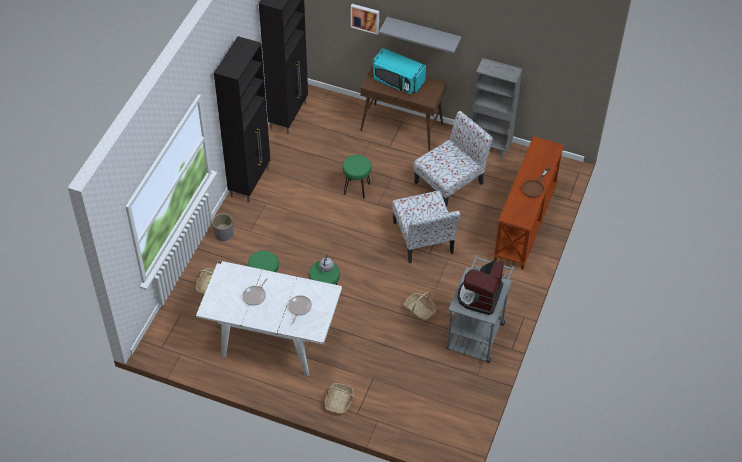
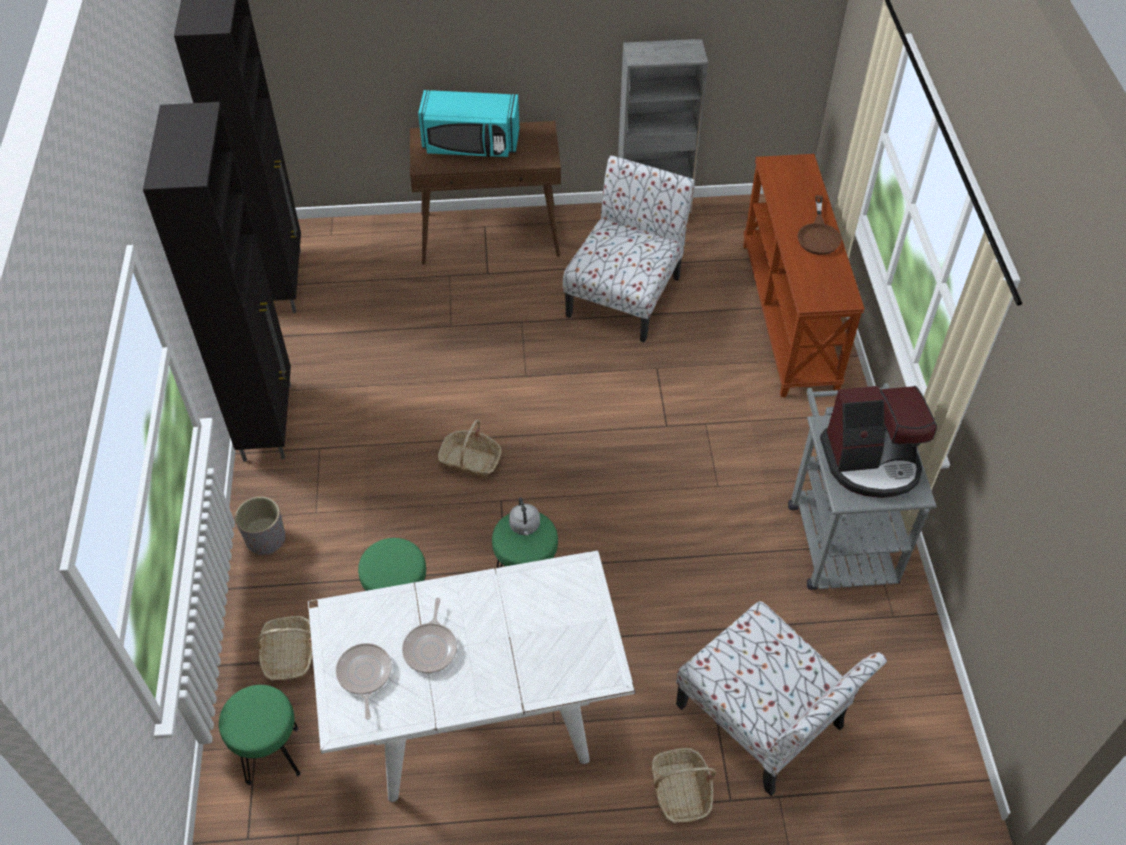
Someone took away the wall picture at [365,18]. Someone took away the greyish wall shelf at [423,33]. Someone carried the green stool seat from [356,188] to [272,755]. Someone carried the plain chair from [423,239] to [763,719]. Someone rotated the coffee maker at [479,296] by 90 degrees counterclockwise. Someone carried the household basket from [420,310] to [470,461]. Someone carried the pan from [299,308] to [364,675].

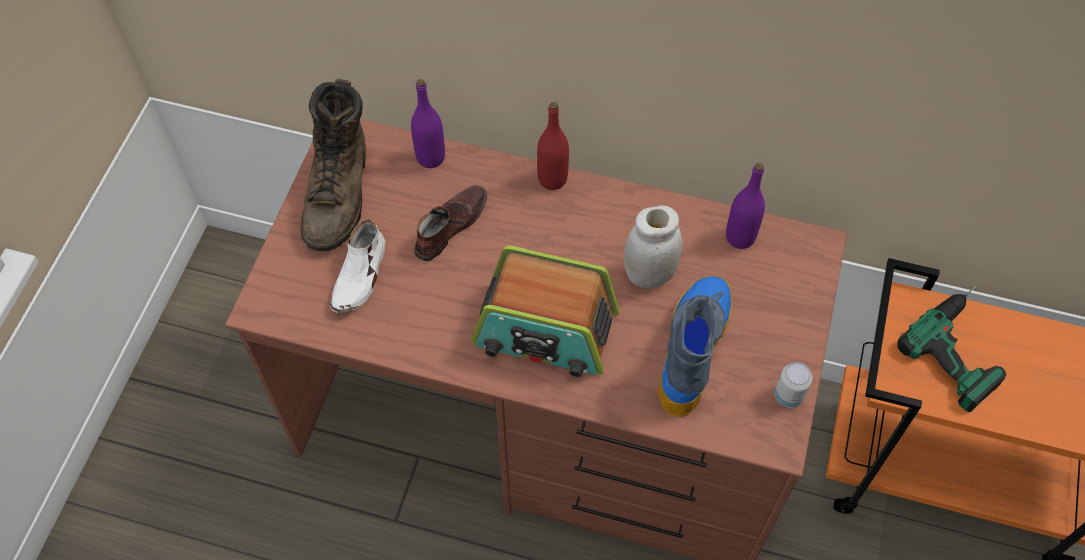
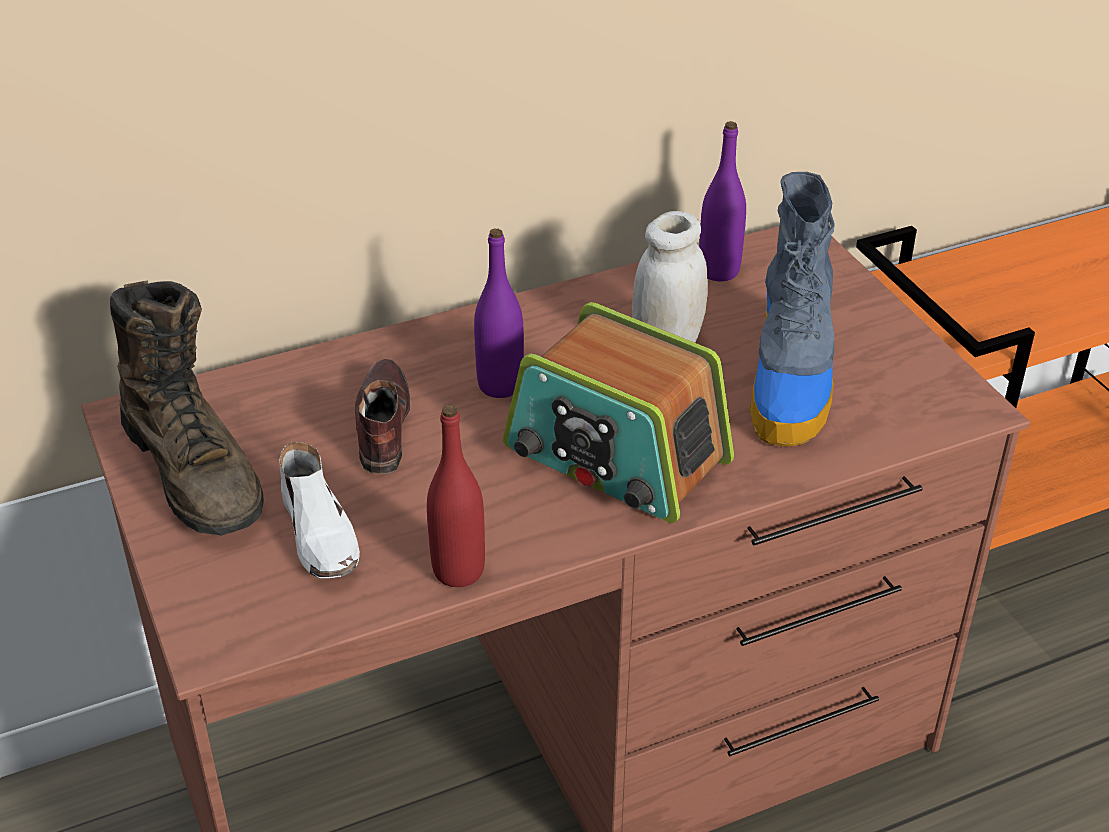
Someone carried the purplish bottle from [430,157] to [500,385]. Someone carried the reddish bottle from [552,179] to [458,570]. Someone rotated the radio set at [545,330] by 60 degrees clockwise. Someone rotated the boot at [692,347] by 150 degrees counterclockwise. Someone took away the electric drill at [965,346]. Someone took away the can at [788,395].

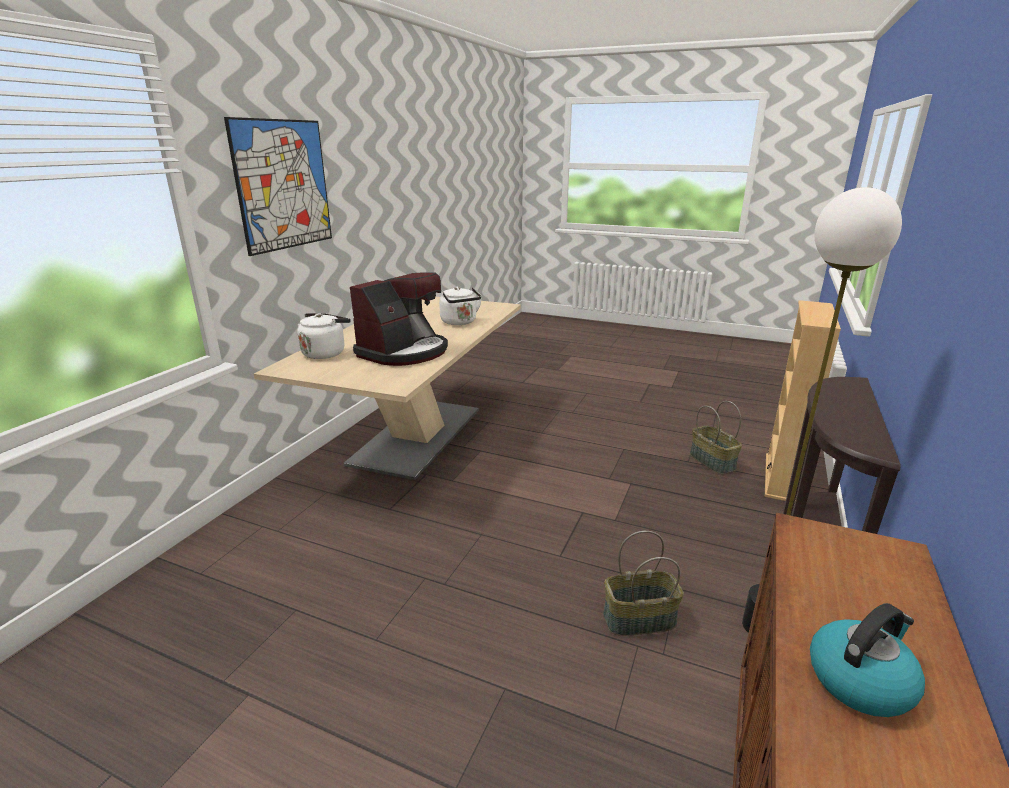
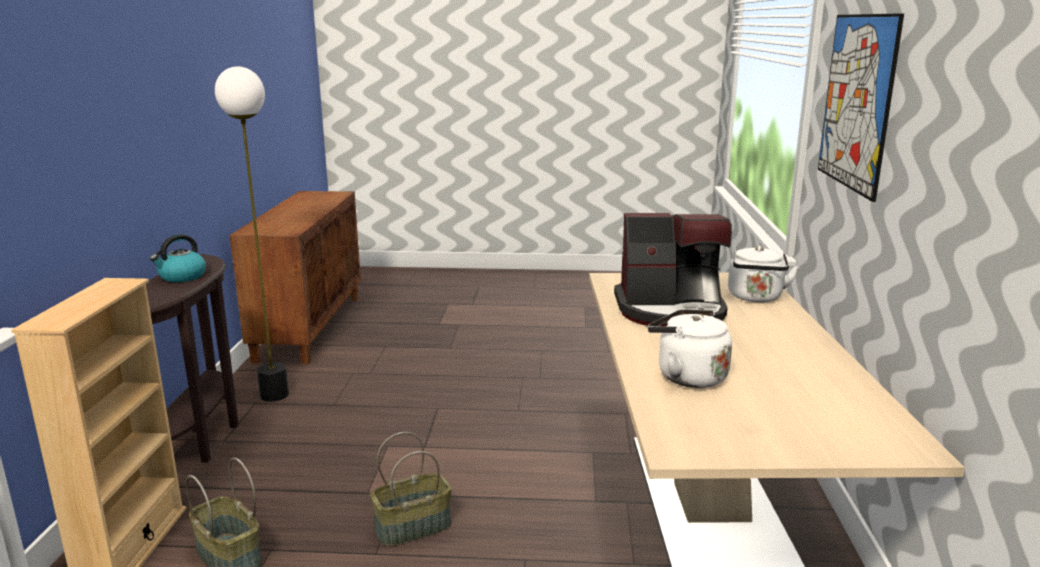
Someone rotated the coffee maker at [404,352] by 105 degrees counterclockwise. Someone carried the household basket from [639,620] to [413,527]. Someone carried the kettle from [859,680] to [182,277].

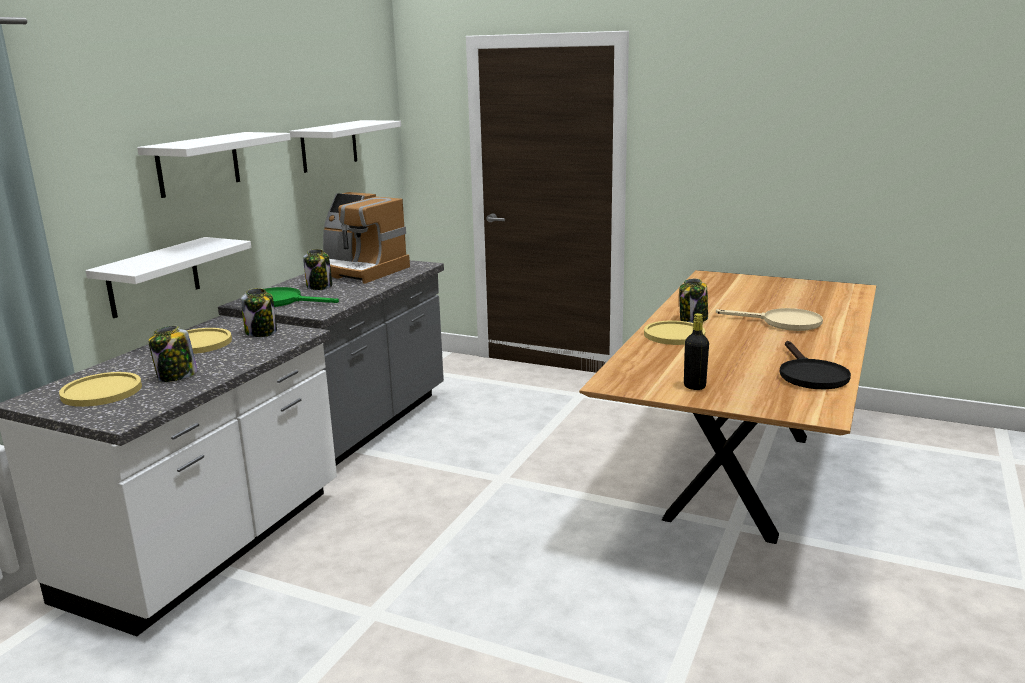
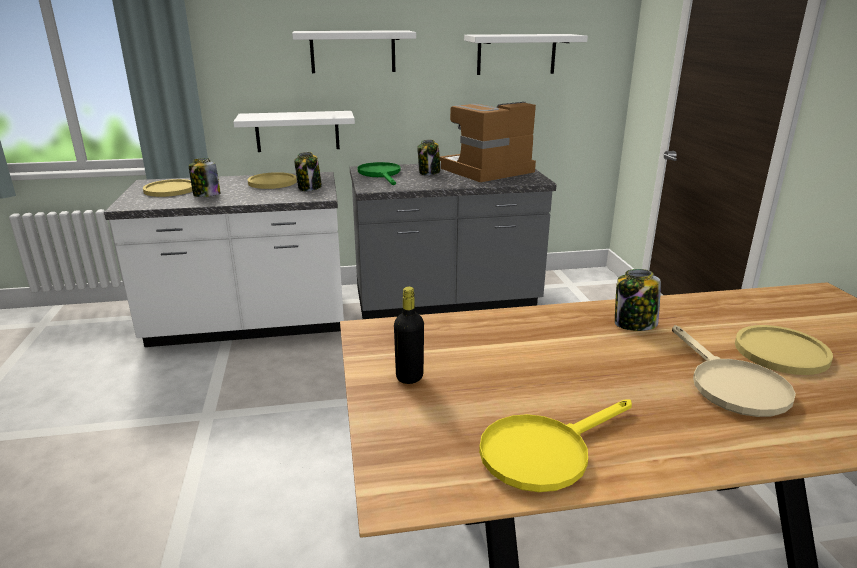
Someone rotated the coffee maker at [360,270] by 60 degrees clockwise. Someone carried the yellowish plate from [674,334] to [781,351]. Someone repainted the black-coloured pan at [809,375], which became the yellowish pan at [544,451].

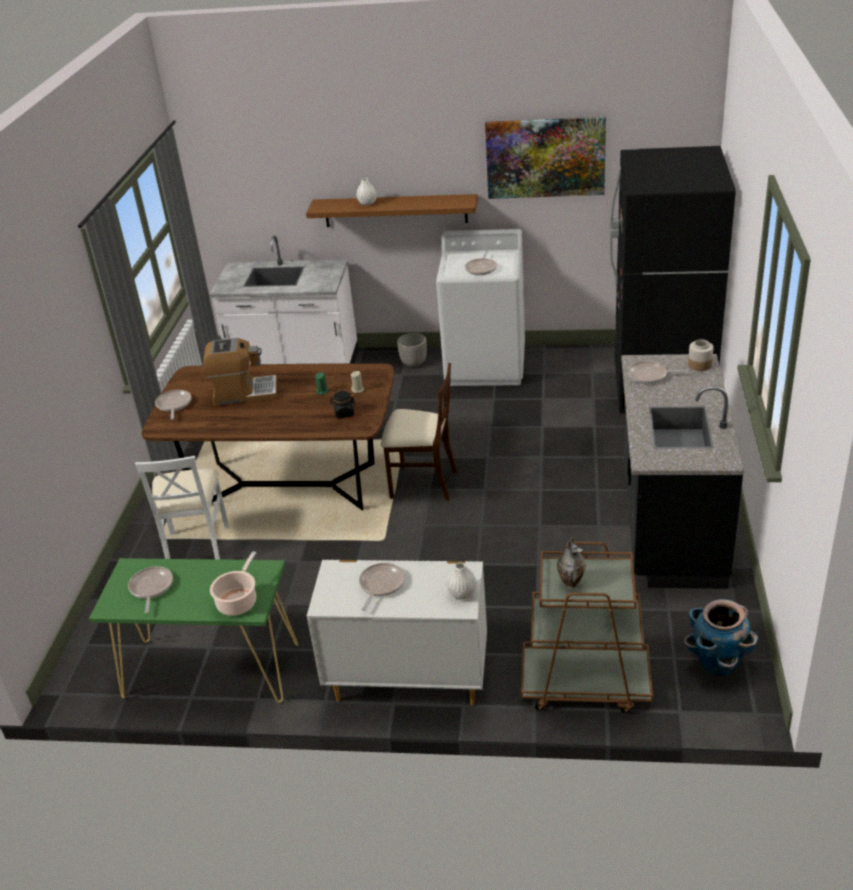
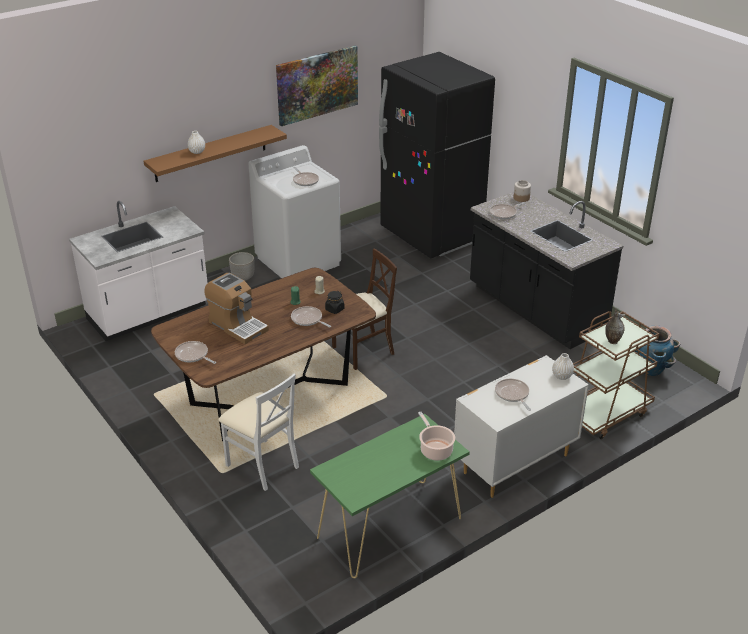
Someone rotated the coffee maker at [244,393] by 90 degrees clockwise. Someone carried the pan from [151,588] to [308,319].

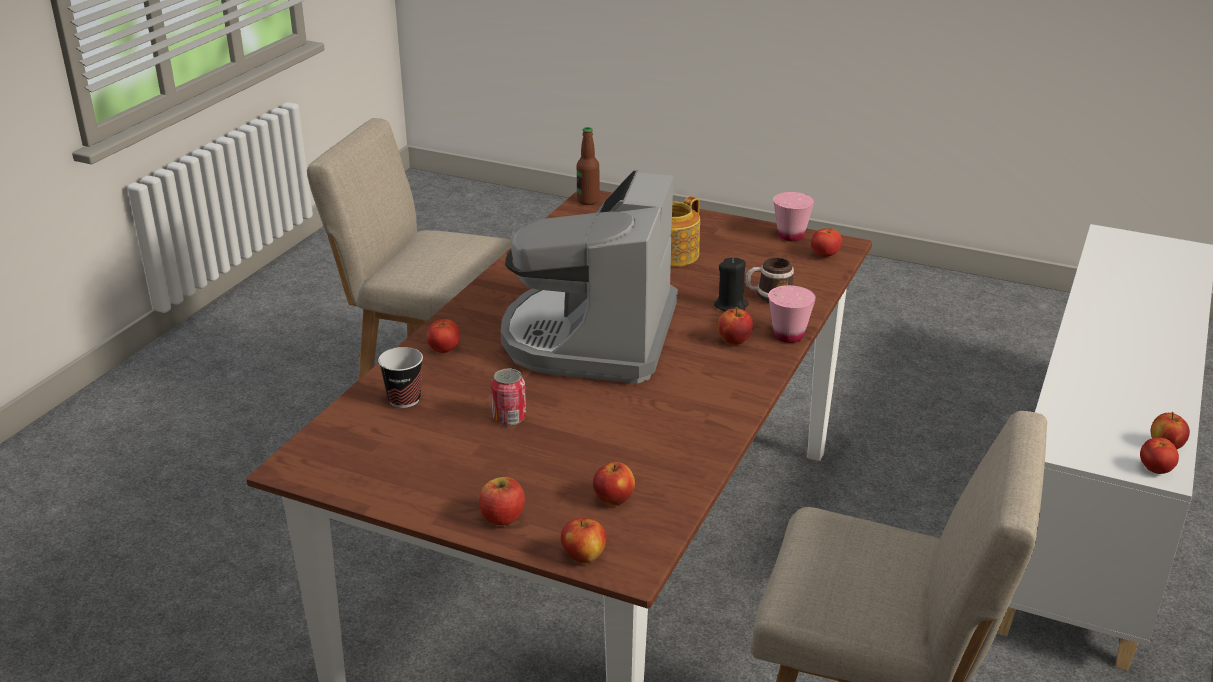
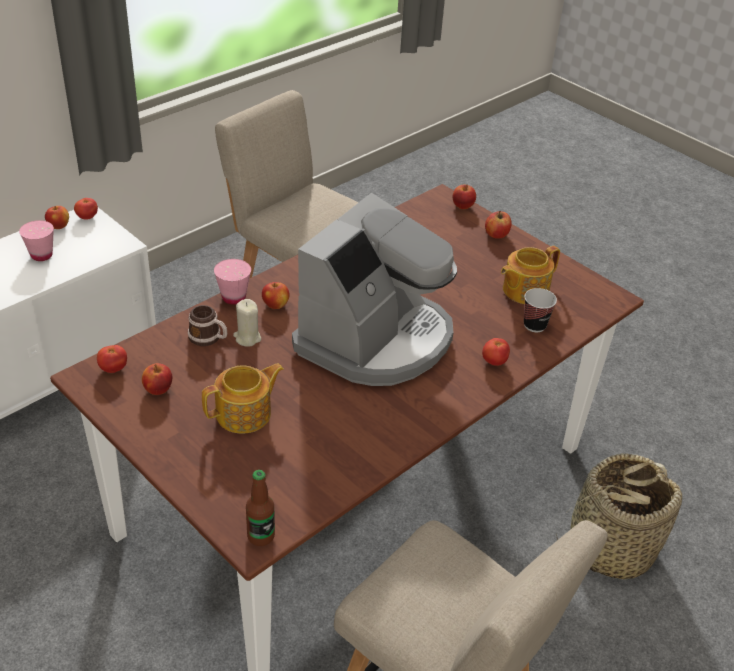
Someone carried the pink small cup from [790,236] to [41,255]. Someone repainted the black-coloured wax light at [731,305], which became the sand-coloured wax light at [247,338]. Someone took away the can at [509,418]. Someone carried the whole apple from [613,499] to [158,389]. Someone put down the teapot at [524,290]. Someone put down the household basket at [610,546].

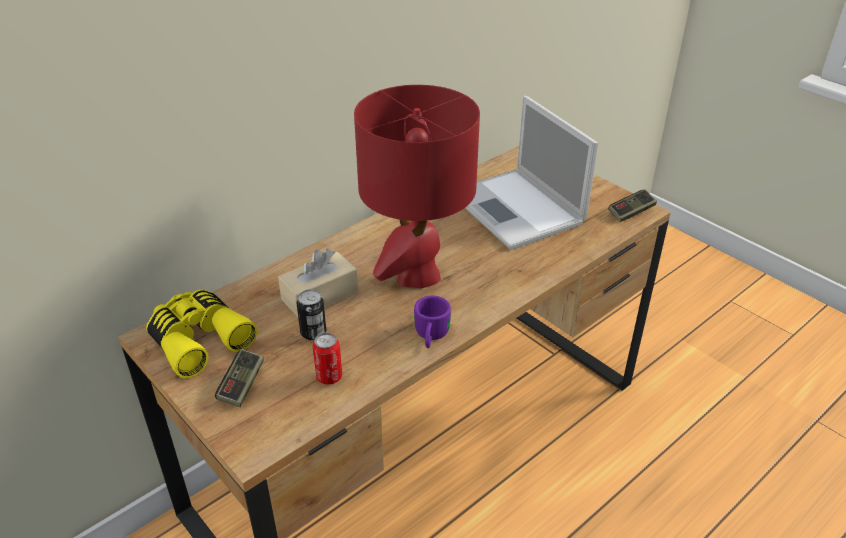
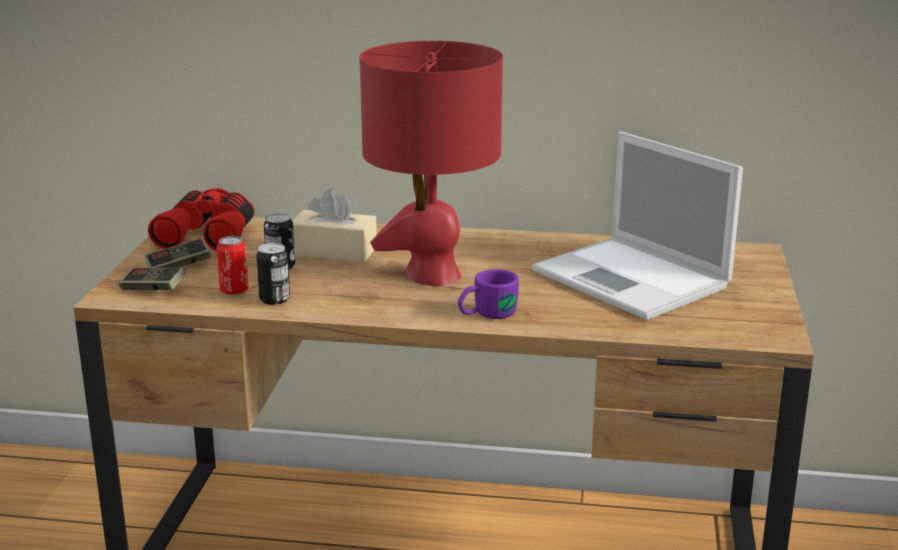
Someone rotated the portable computer at [517,210] by 60 degrees counterclockwise. Someone carried the gamepad from [631,212] to [153,289]. Someone repainted the yellowish pair of binoculars at [198,339], which became the reddish pair of binoculars at [209,234]. Someone carried the purplish coffee mug from [430,337] to [486,314]. Someone put down the can at [274,299].

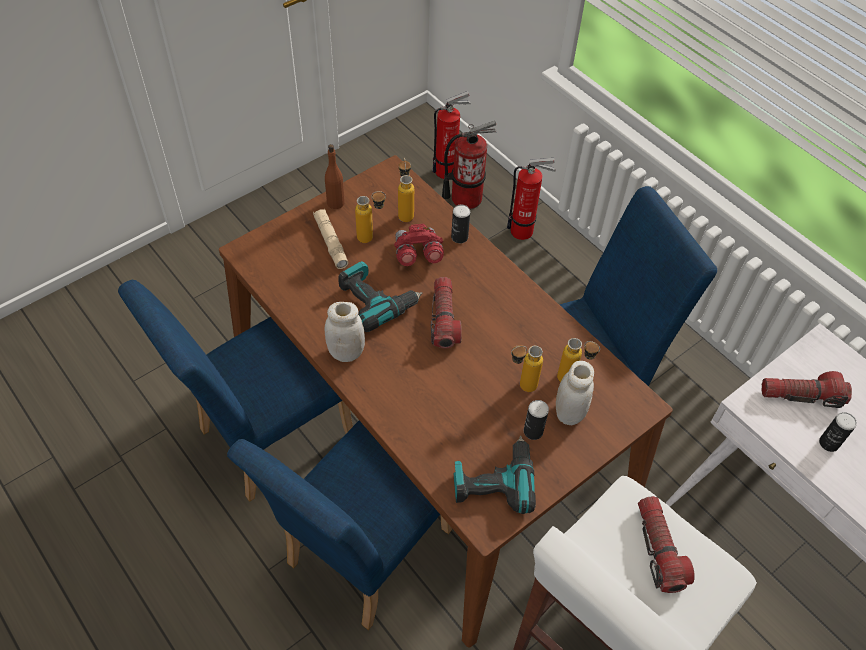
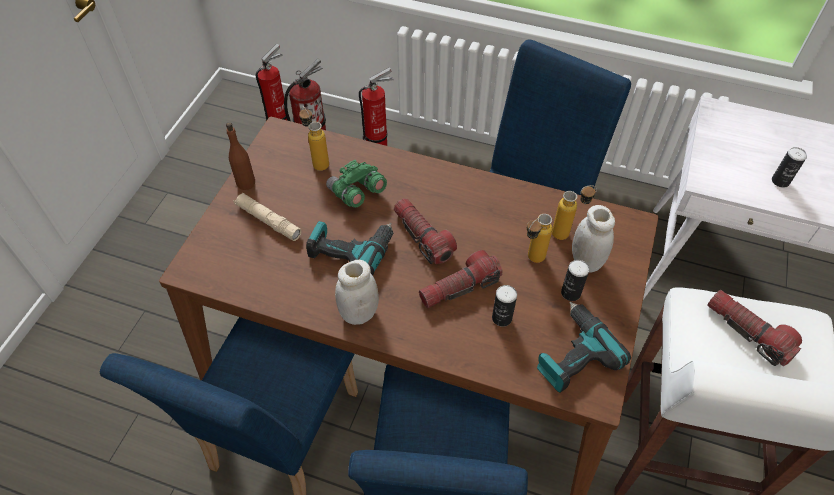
Someone took away the bottle at [371,237]. Someone carried the can from [459,237] to [502,318]. Someone repainted the reddish pair of binoculars at [417,254], which became the green pair of binoculars at [356,193]. Someone carried the flashlight from [801,395] to [459,287].

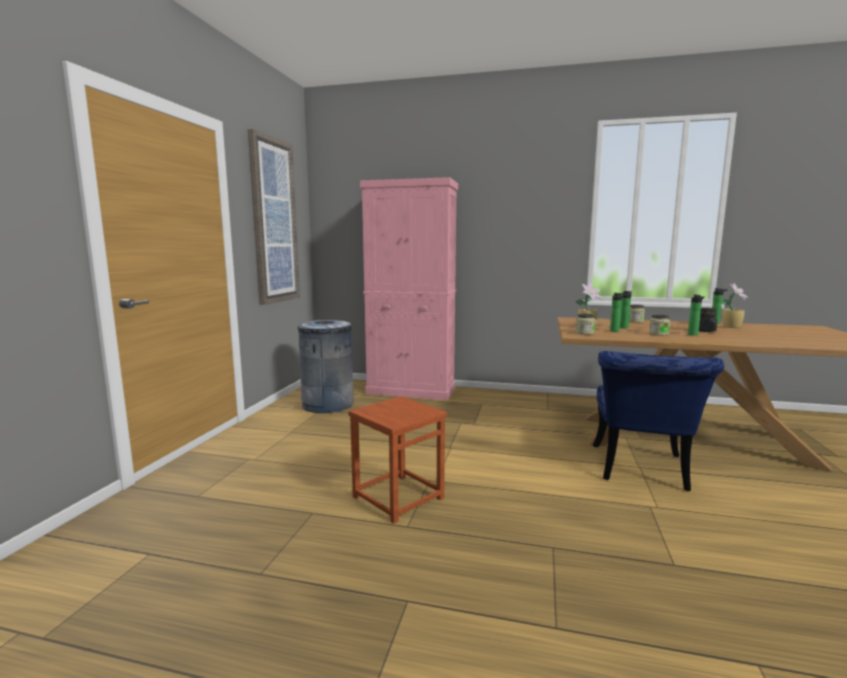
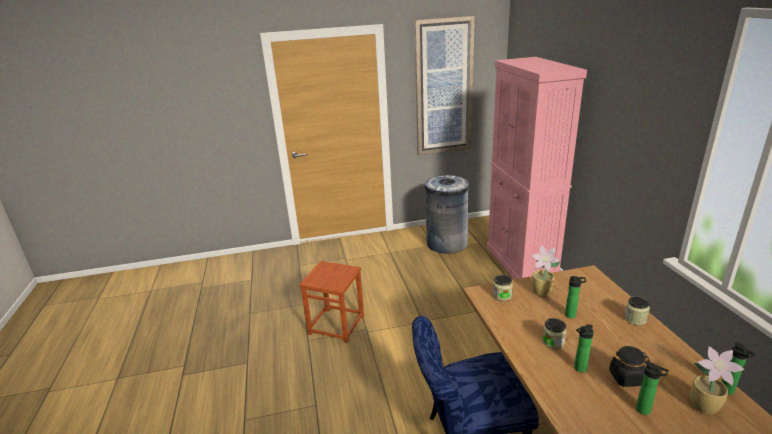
Someone carried the bottle from [615,331] to [645,411].

